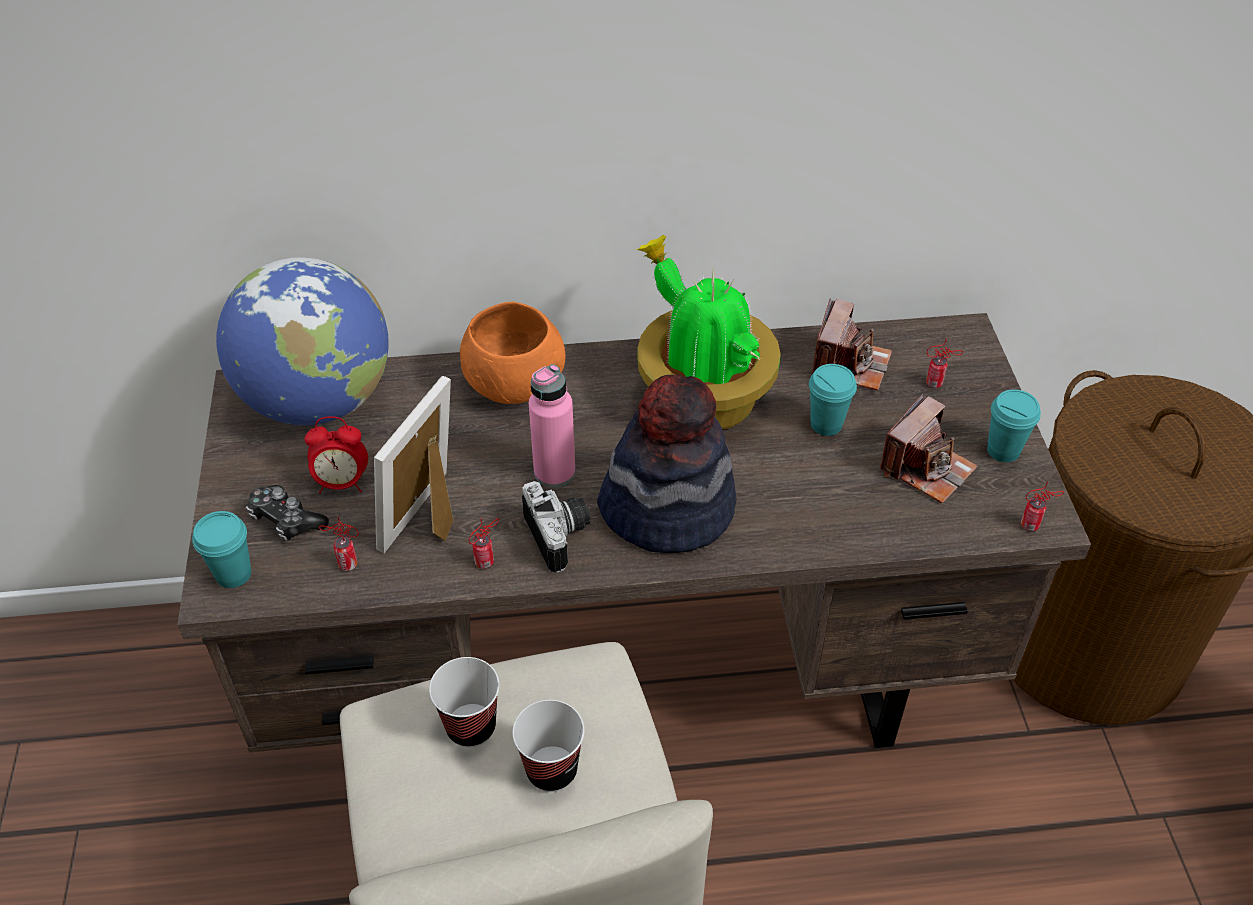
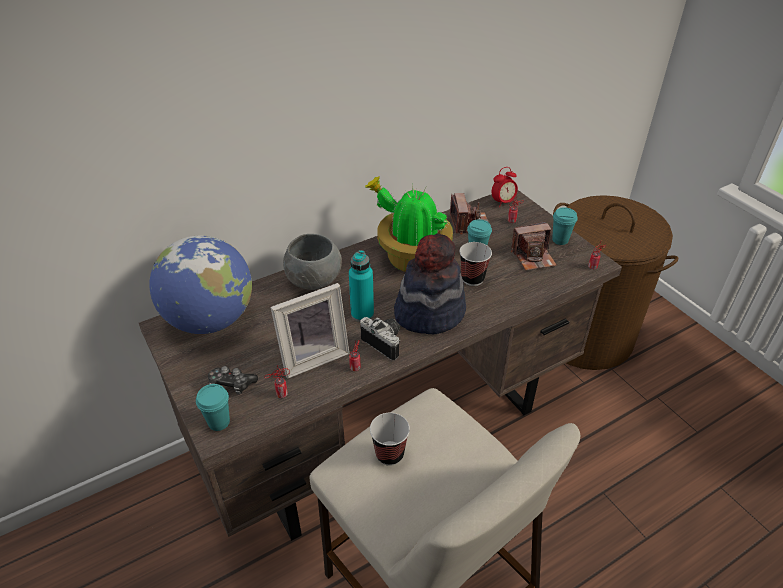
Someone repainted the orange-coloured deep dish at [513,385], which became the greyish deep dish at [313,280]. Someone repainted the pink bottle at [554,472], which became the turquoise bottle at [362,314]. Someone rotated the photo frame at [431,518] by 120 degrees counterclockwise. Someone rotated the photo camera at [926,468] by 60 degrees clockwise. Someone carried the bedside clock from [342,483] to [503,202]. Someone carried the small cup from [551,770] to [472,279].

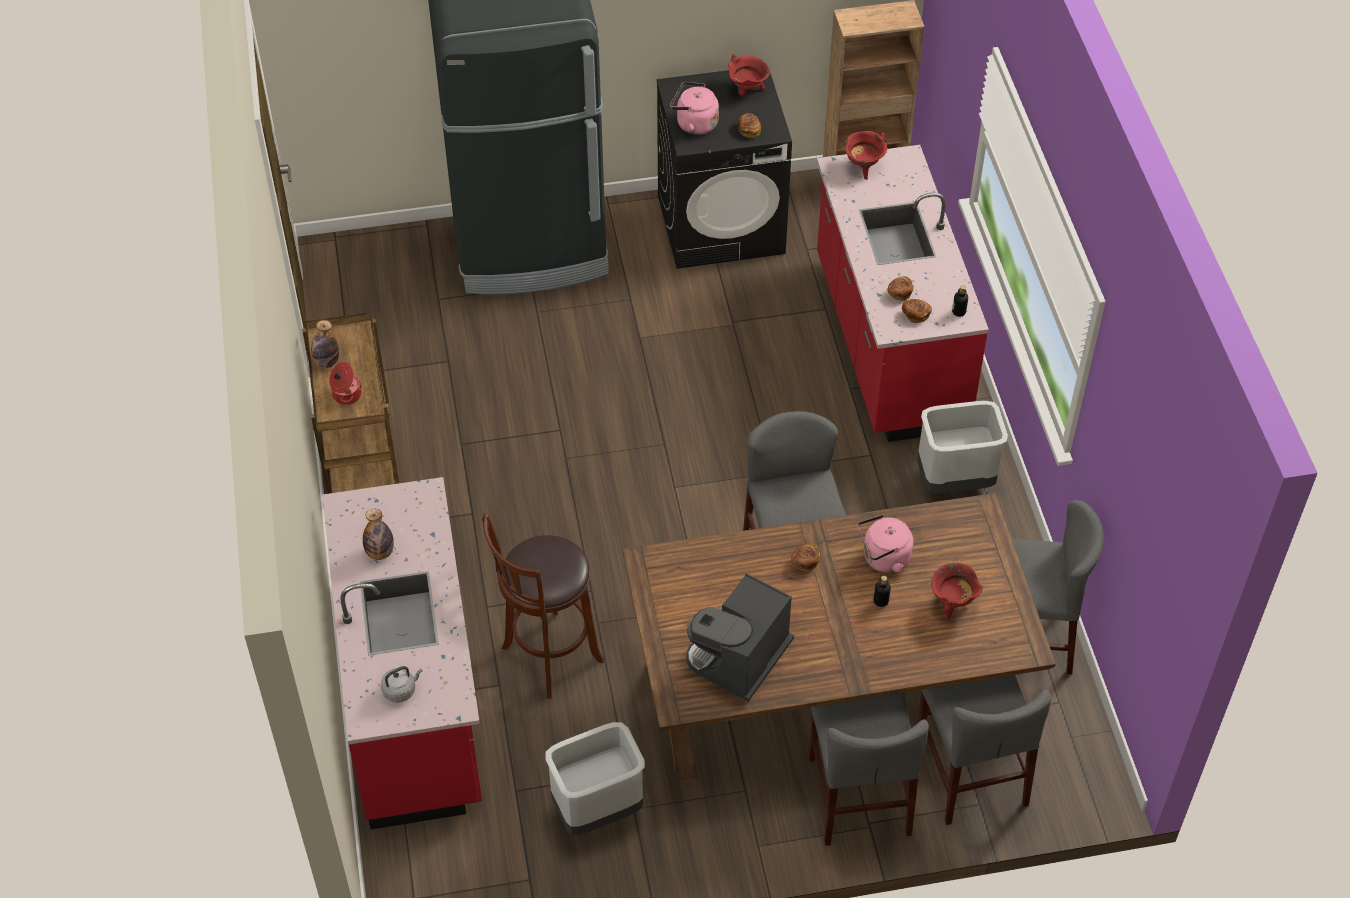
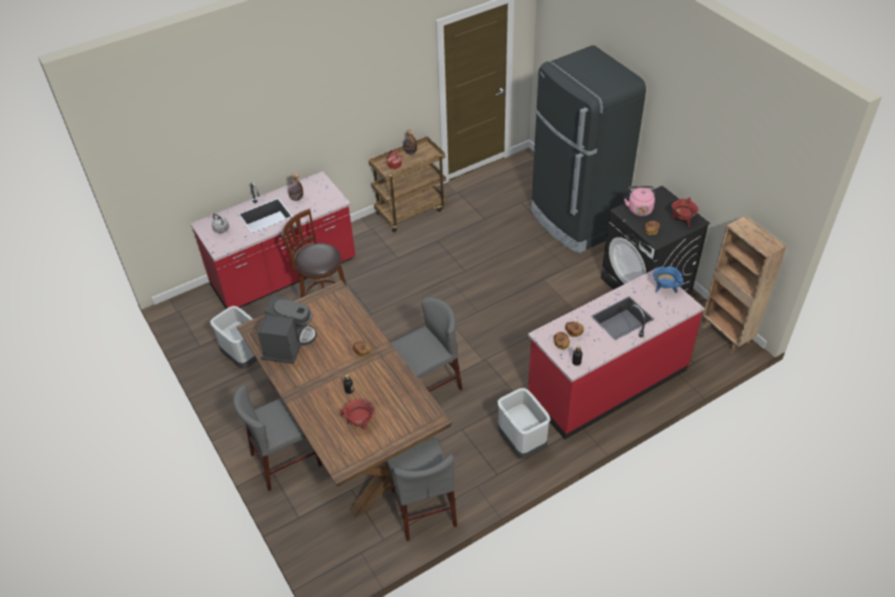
Someone repainted the reddish cooking pot at [863,167], which became the blue-coloured cooking pot at [665,288]. Someone took away the pink kettle at [883,559]. Someone rotated the coffee maker at [740,659] by 90 degrees clockwise. Someone took away the greyish plain chair at [970,772].

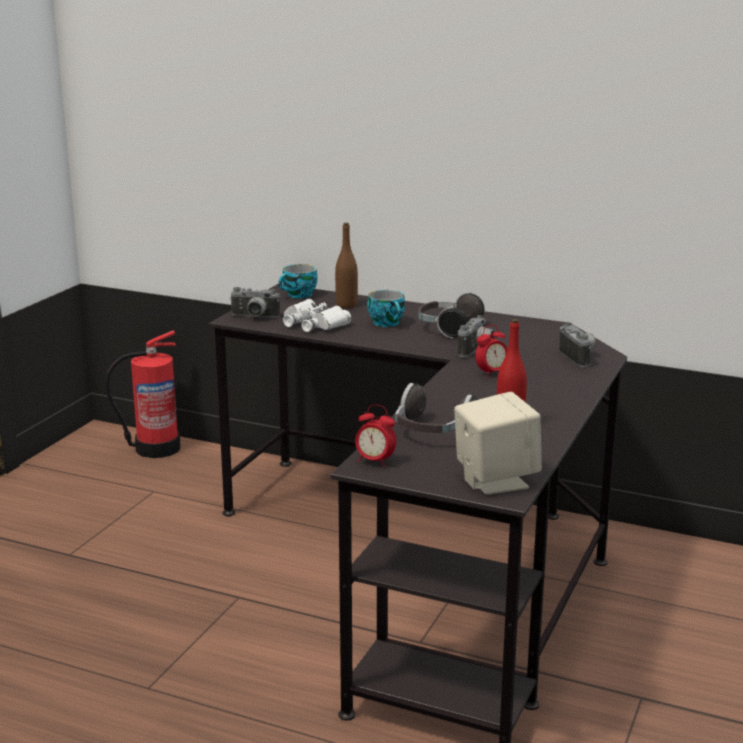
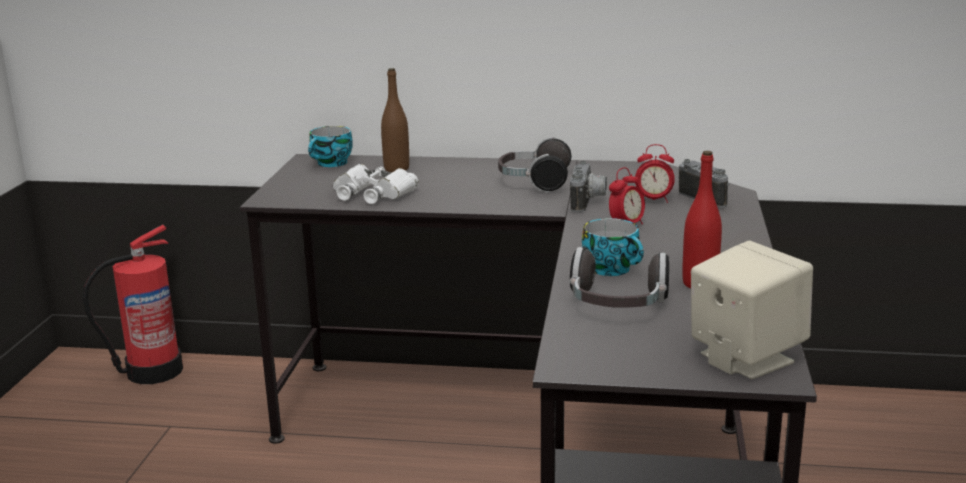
Someone took away the photo camera at [254,317]. Someone carried the small cup from [388,323] to [613,269]. Someone carried the bedside clock from [374,461] to [653,200].

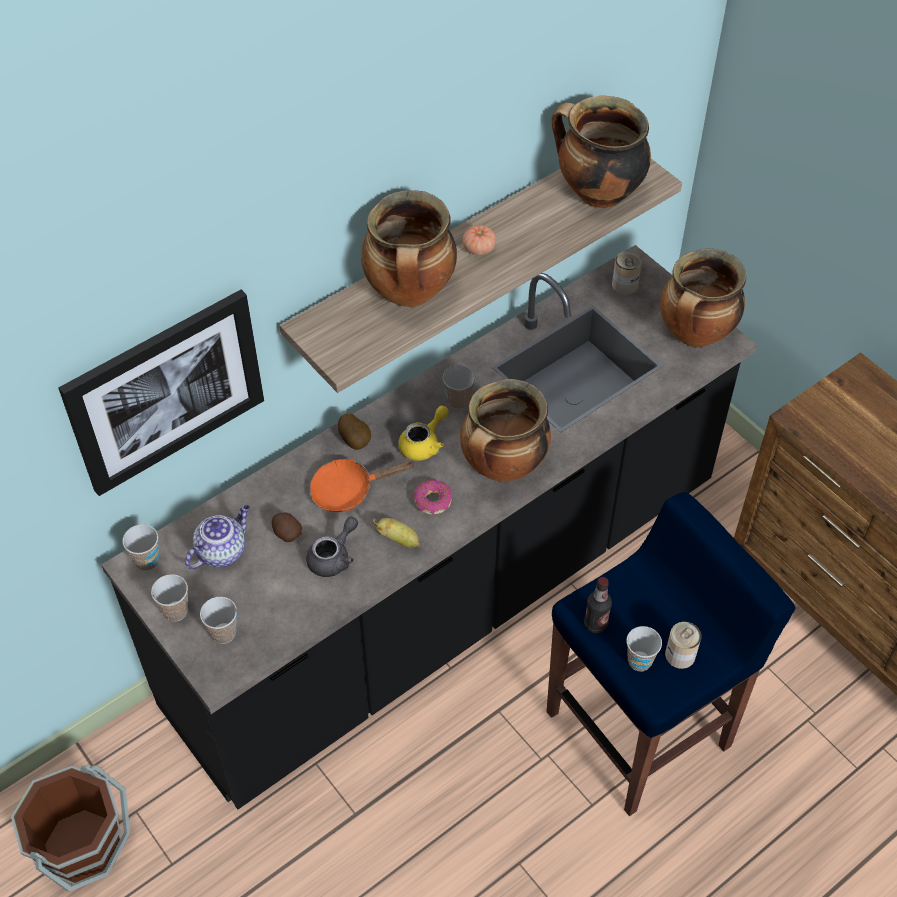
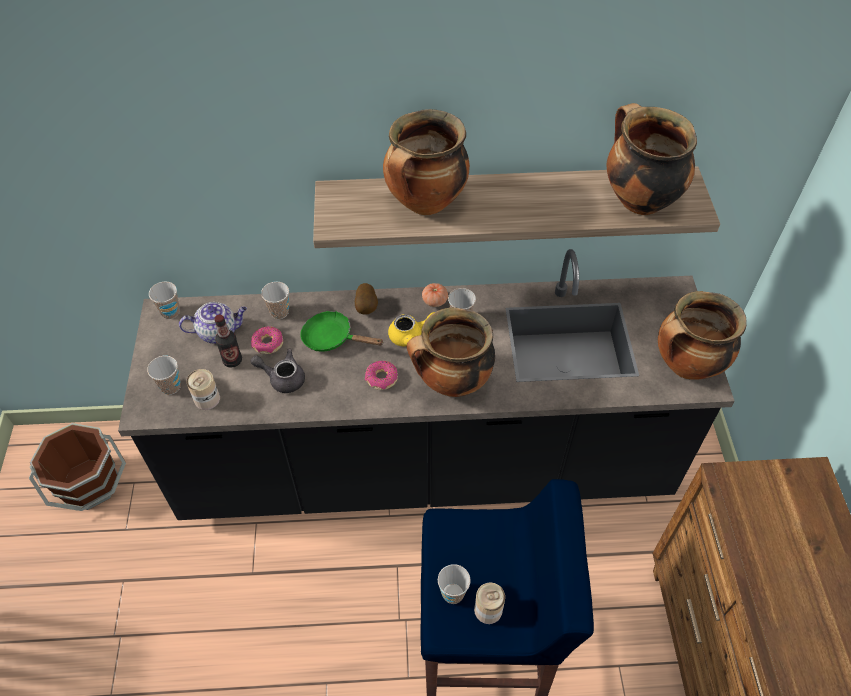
Someone carried the fresh tomato from [479,248] to [434,301]. Someone carried the can from [625,285] to [207,399]. Someone took away the wall picture at [165,391]. Someone repainted the orange-coloured pan at [348,490], which became the green pan at [332,338]. Someone swapped the potato at [286,533] for the doughnut at [268,344]. Someone rotated the greyish teapot at [334,557] by 150 degrees counterclockwise. Someone took away the whole banana at [399,539]. Someone carried the small cup from [176,611] to [279,312]. Someone carried the bottle from [595,624] to [232,360].

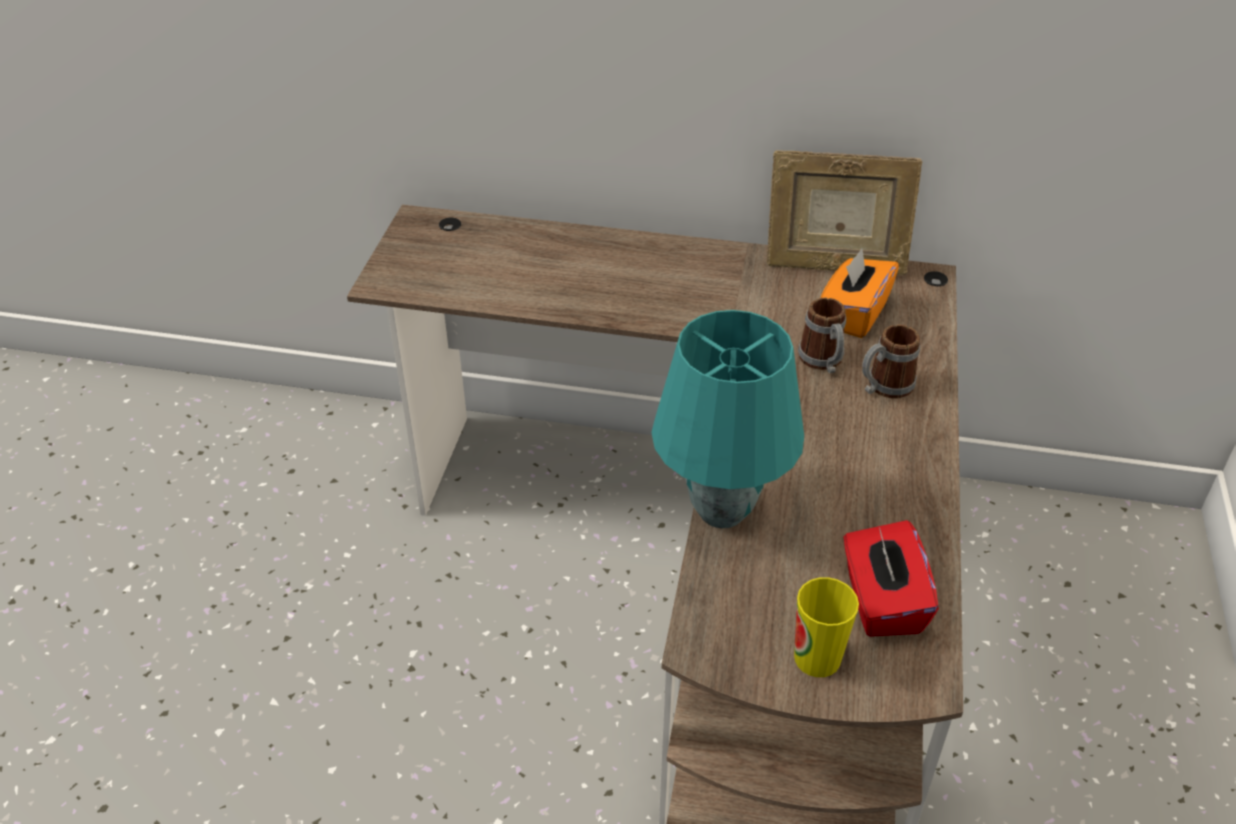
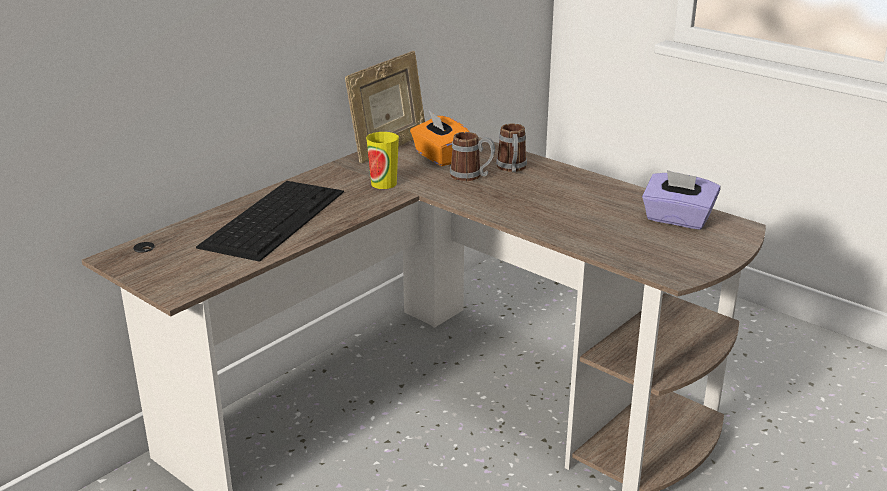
Someone took away the turquoise tabletop lamp at [720,510]. Someone repainted the reddish tissue box at [881,602], which became the purplish tissue box at [677,219]. Someone carried the small cup from [817,658] to [383,183]. Someone put down the keyboard at [274,217].

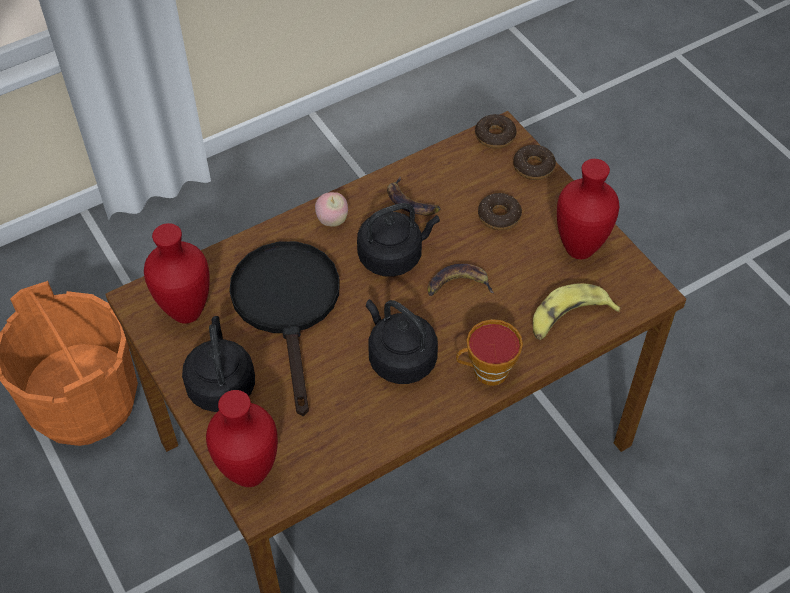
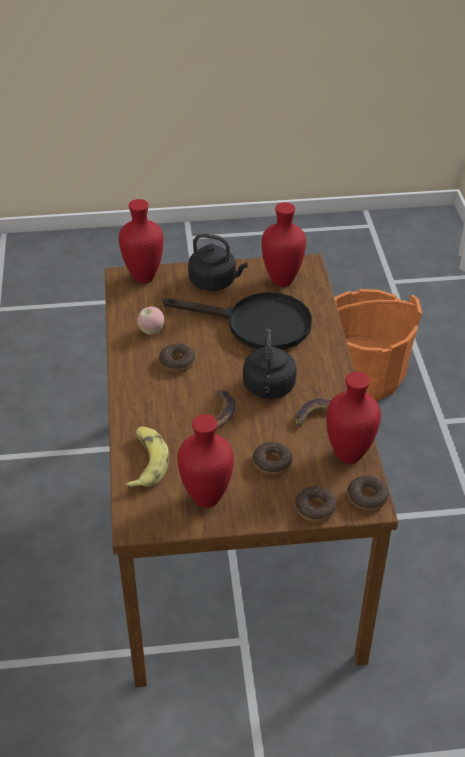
Someone carried the whole apple from [332,221] to [151,331]. Someone swapped the black-coloured kettle at [399,358] for the doughnut at [177,362]. Someone took away the small cup at [486,372]. Someone put down the reddish flower vase at [348,457].

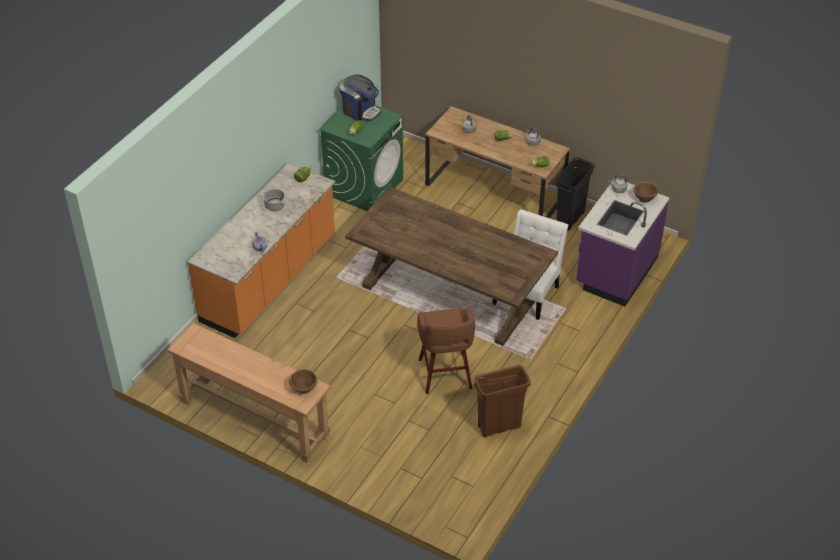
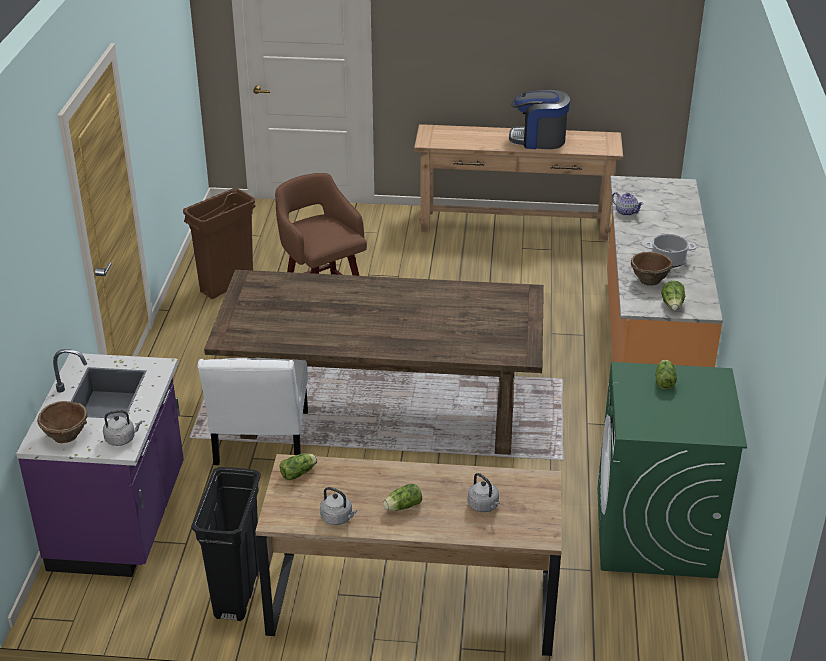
Someone carried the coffee maker from [360,111] to [538,139]. Someone carried the brownish deep dish from [304,389] to [649,280].

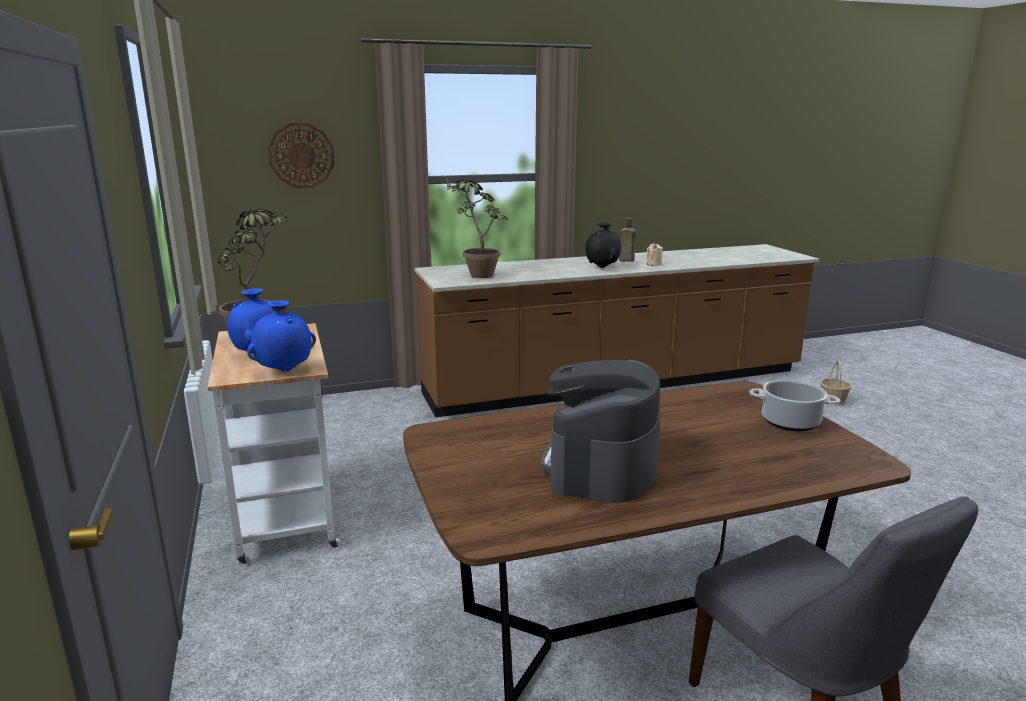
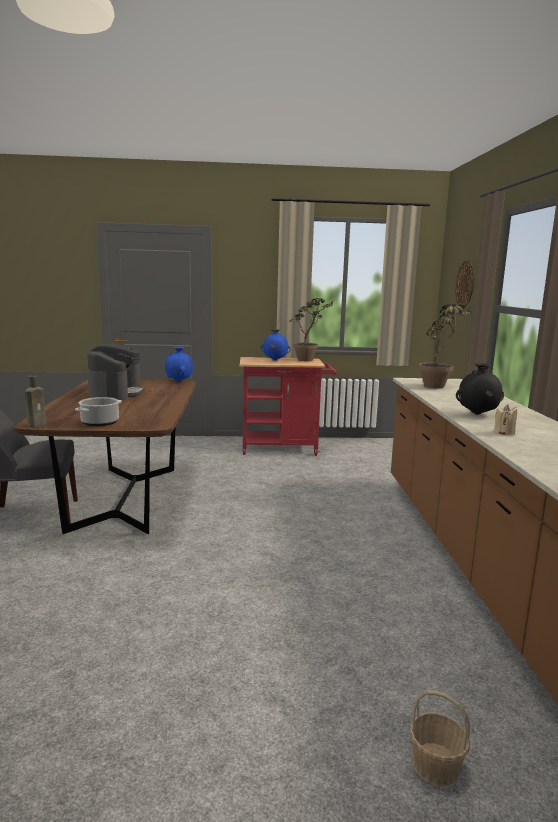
Someone carried the brownish bottle from [625,260] to [38,425]. Someone carried the blue-coloured flower vase from [285,371] to [179,382]. Someone repainted the whitish cart at [286,512], which became the reddish cart at [284,448]. Someone rotated the coffee maker at [601,467] by 60 degrees clockwise.

